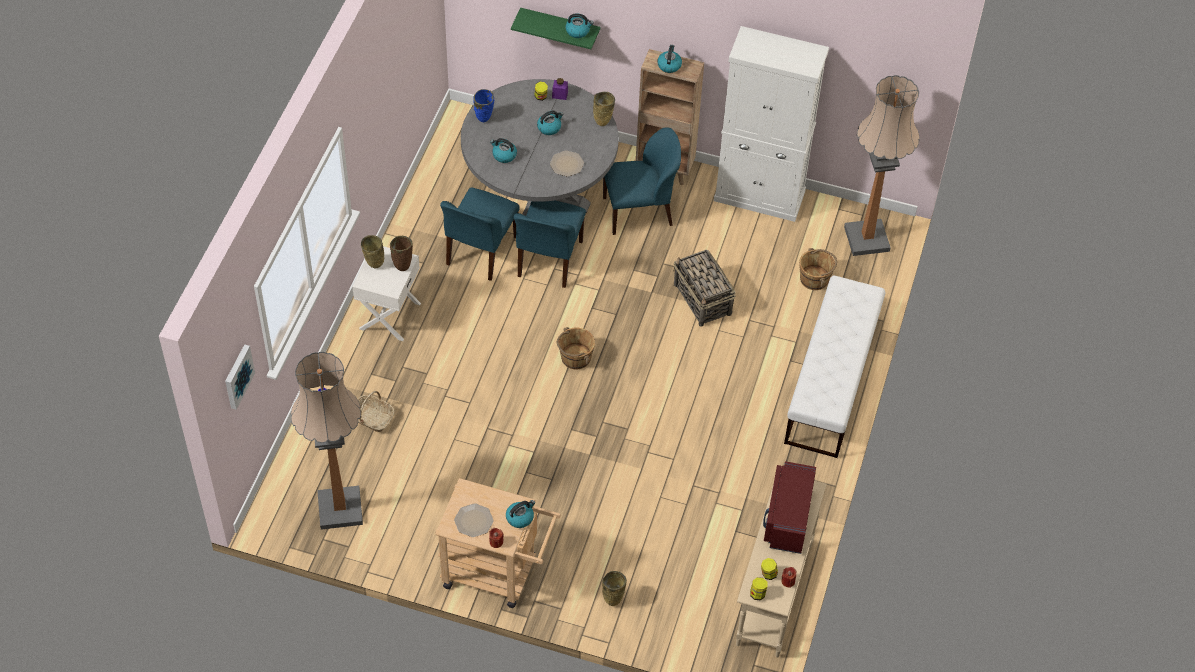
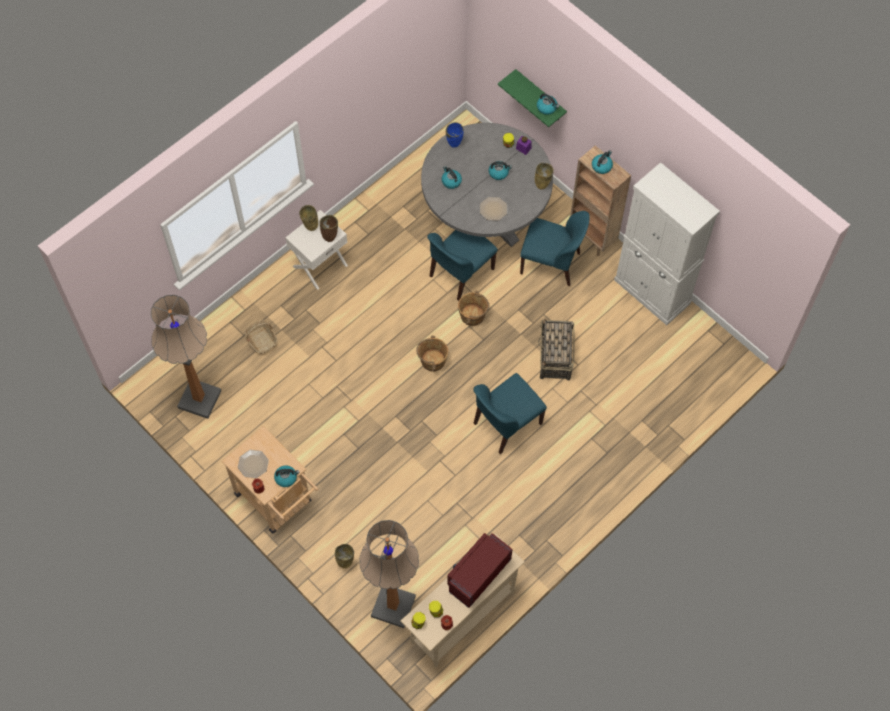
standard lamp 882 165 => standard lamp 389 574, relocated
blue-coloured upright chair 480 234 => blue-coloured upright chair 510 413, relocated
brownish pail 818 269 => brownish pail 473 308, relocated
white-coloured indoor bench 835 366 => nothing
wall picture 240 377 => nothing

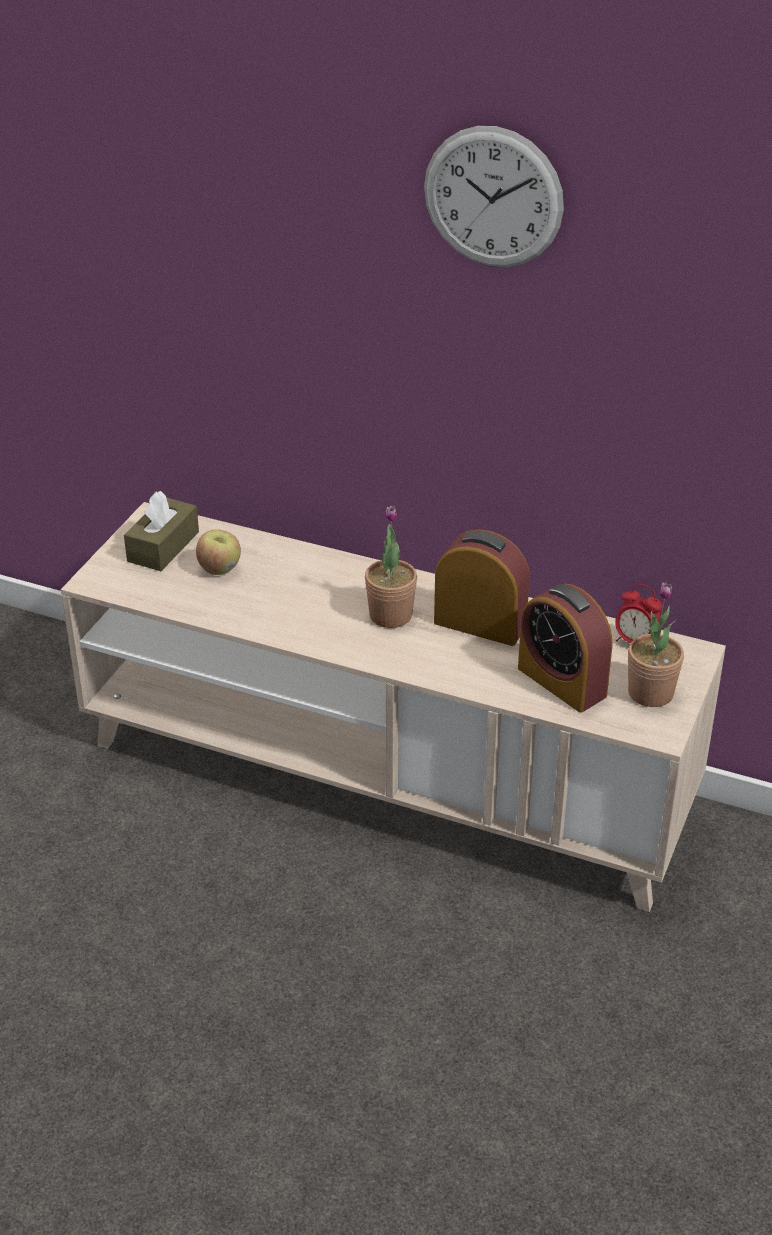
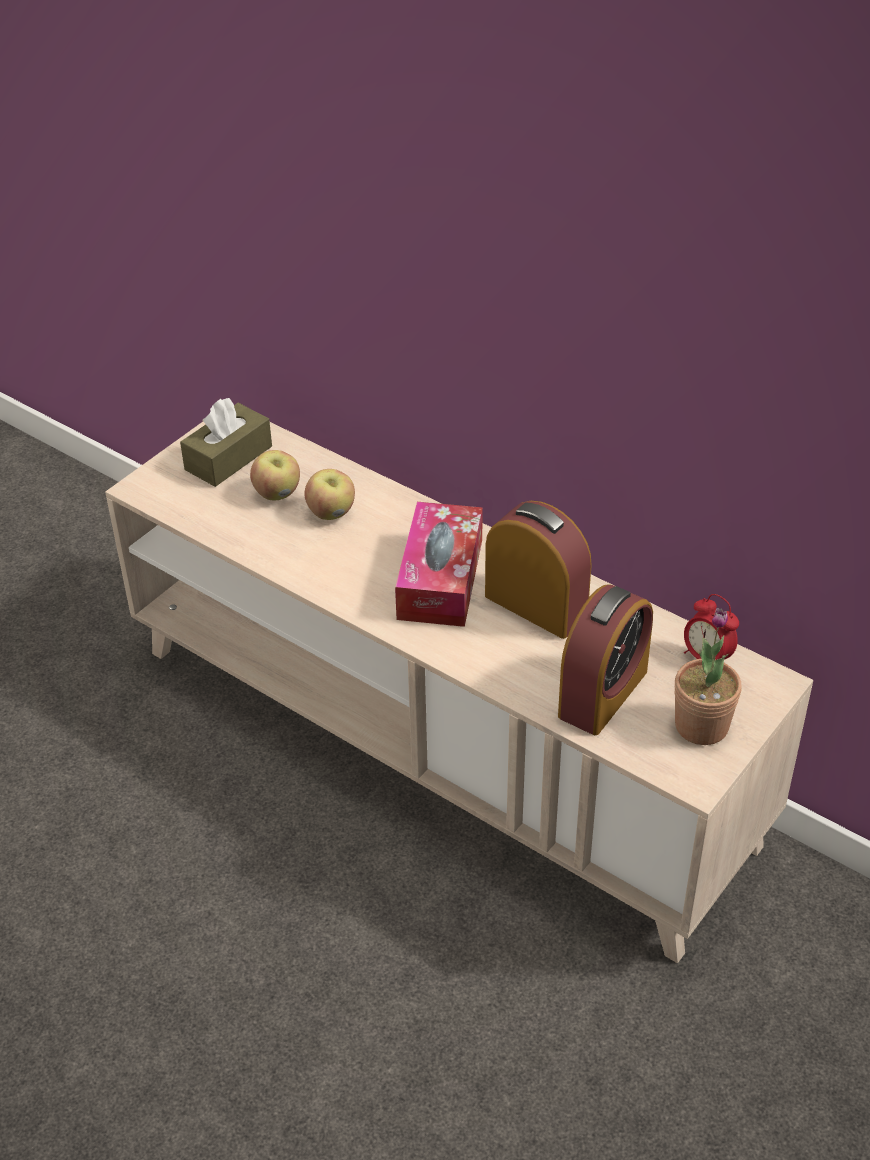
hanging clock 494 196 => nothing
plant in a pot 391 567 => box of tissues 439 564
alarm clock 565 648 => alarm clock 605 660, 120 degrees counterclockwise
nothing => apple fruit 329 494

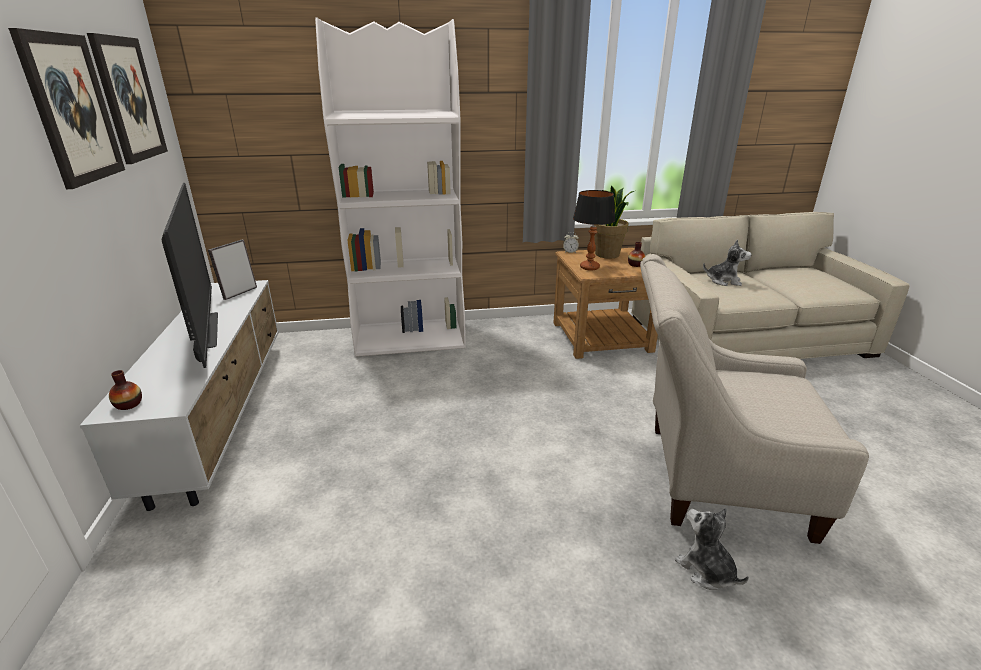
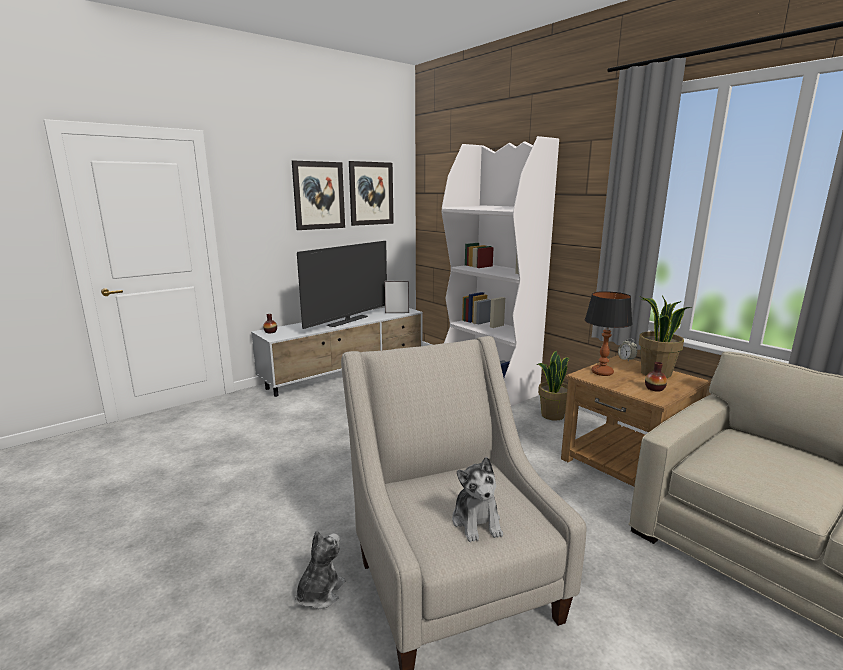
soft toy 727 262 => soft toy 477 499, relocated
nothing => plant in a pot 552 386

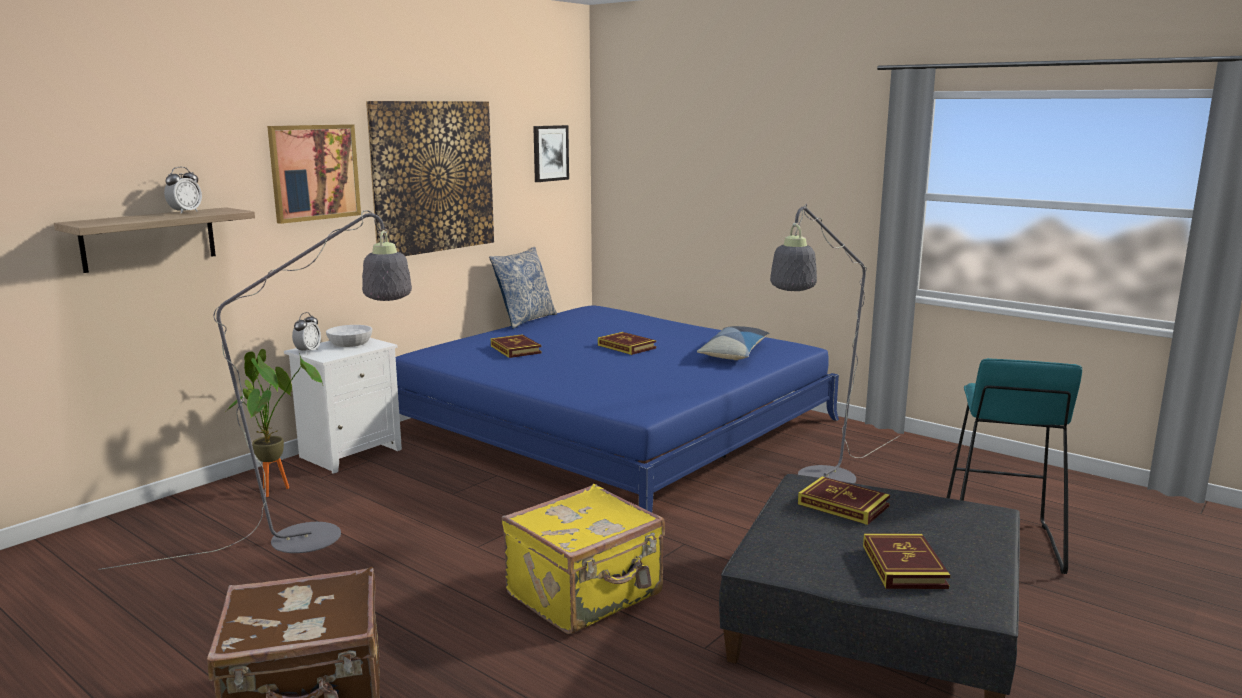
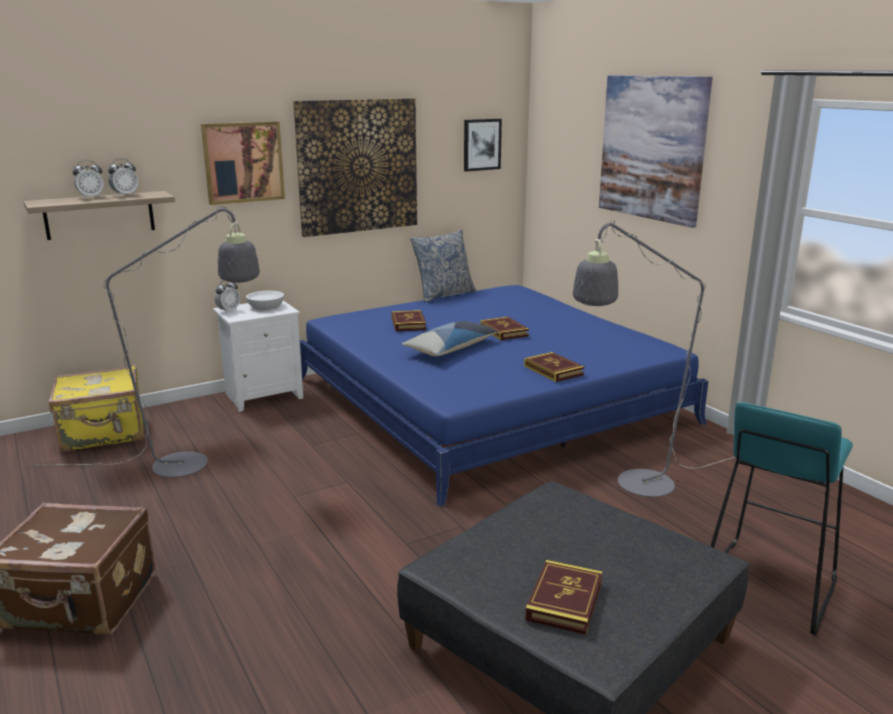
throw pillow 733 343 => throw pillow 450 338, relocated
plant in a pot 274 423 => nothing
bound book 844 500 => bound book 554 367, relocated
yellow-coloured piece of luggage 583 559 => yellow-coloured piece of luggage 96 409, relocated
nothing => wall picture 656 151
nothing => alarm clock 88 179

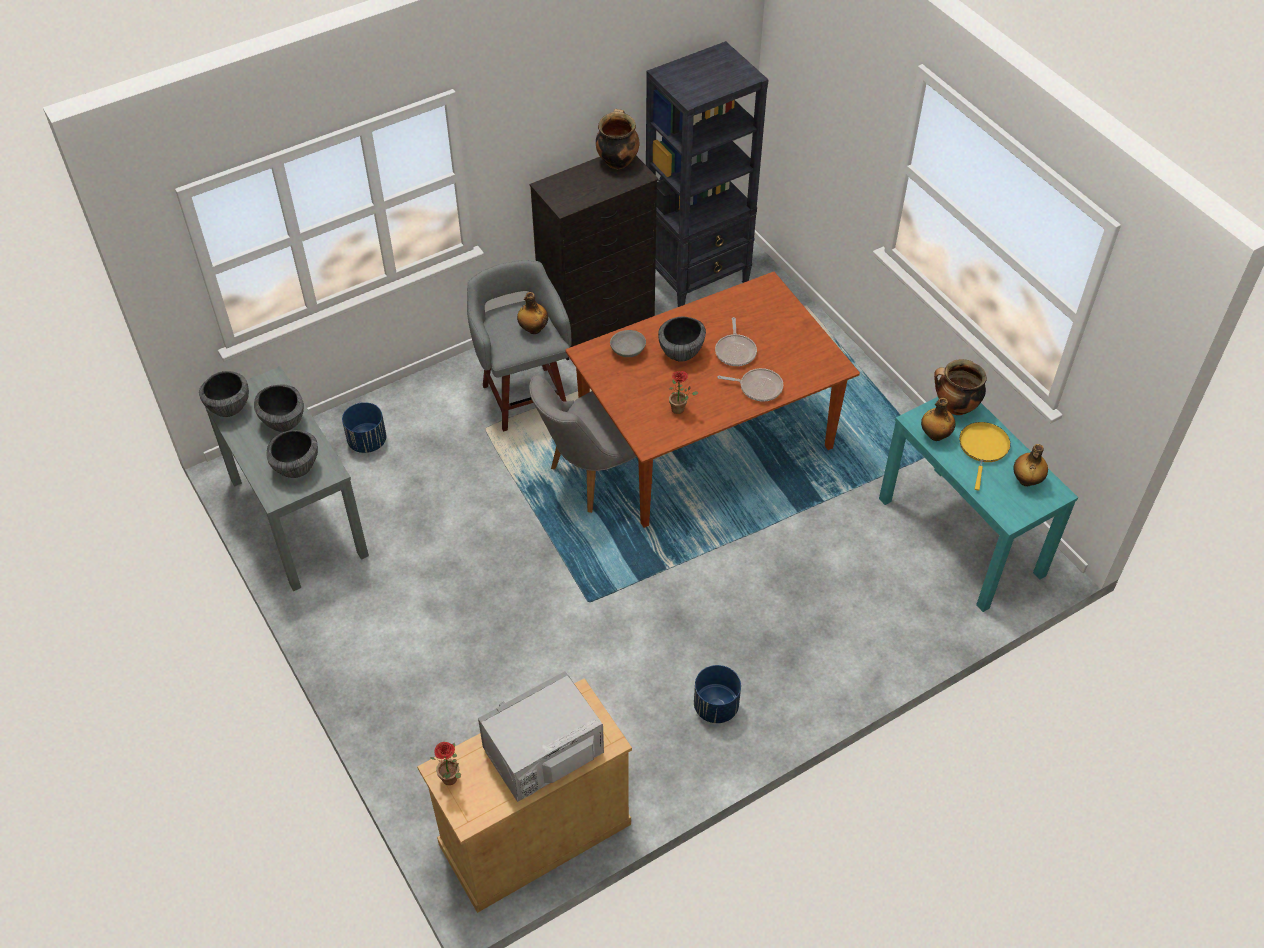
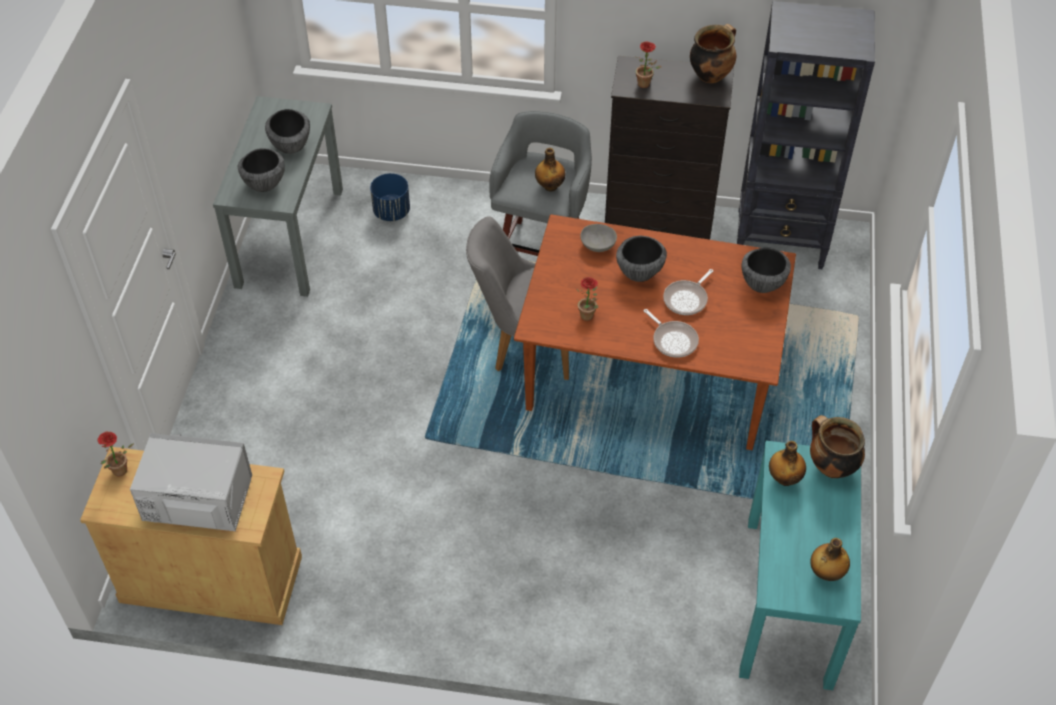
serving bowl 224 394 => serving bowl 766 270, relocated
yellow-coloured pan 985 456 => nothing
blue-coloured plant pot 717 694 => nothing
nothing => plant in a pot 648 65

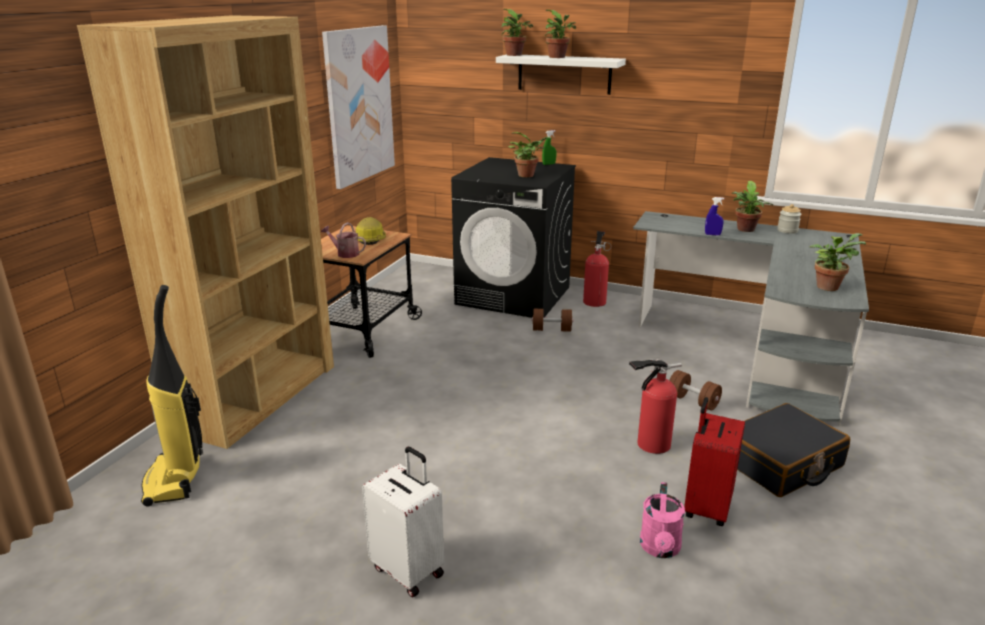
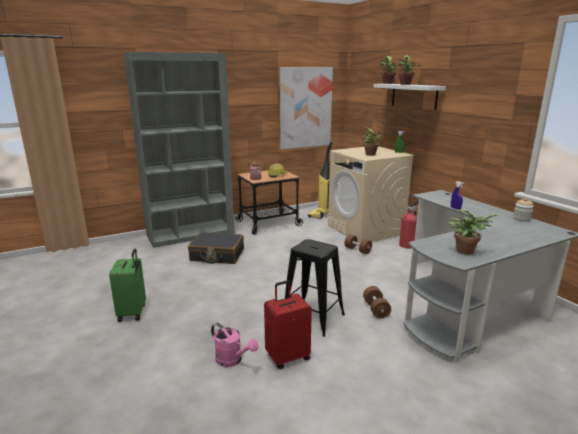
brownish bookcase 205 232 => grey bookcase 179 150
blackish washing machine 513 237 => beige-coloured washing machine 371 195
plant in a pot 752 206 => nothing
vacuum 172 396 => vacuum 320 180, relocated
fire-fighting cylinder 655 406 => blackish stool seat 315 288
blackish piece of luggage 793 450 => blackish piece of luggage 216 248, relocated
white-coloured piece of luggage 403 522 => green-coloured piece of luggage 127 285
pink sprinkling can 662 520 => pink sprinkling can 234 345, 105 degrees counterclockwise

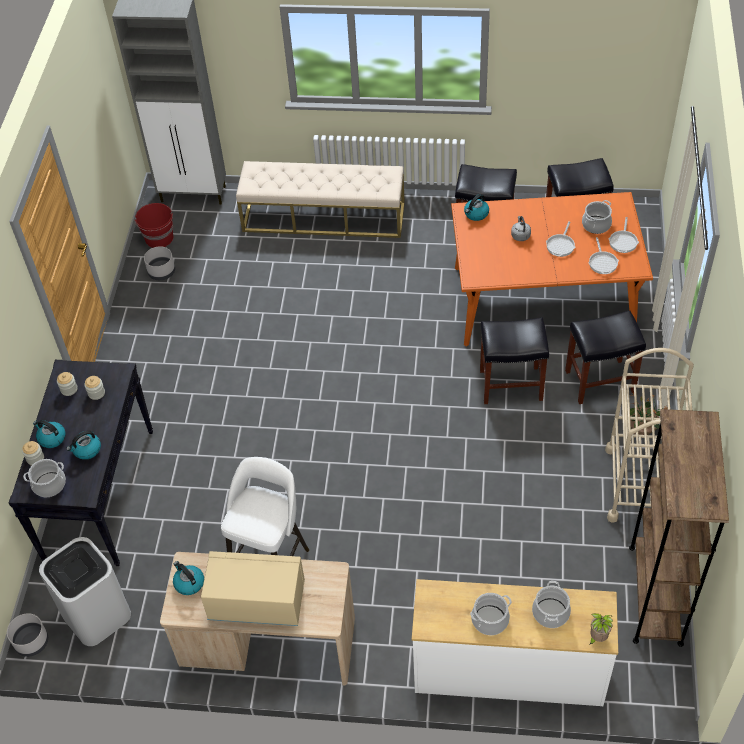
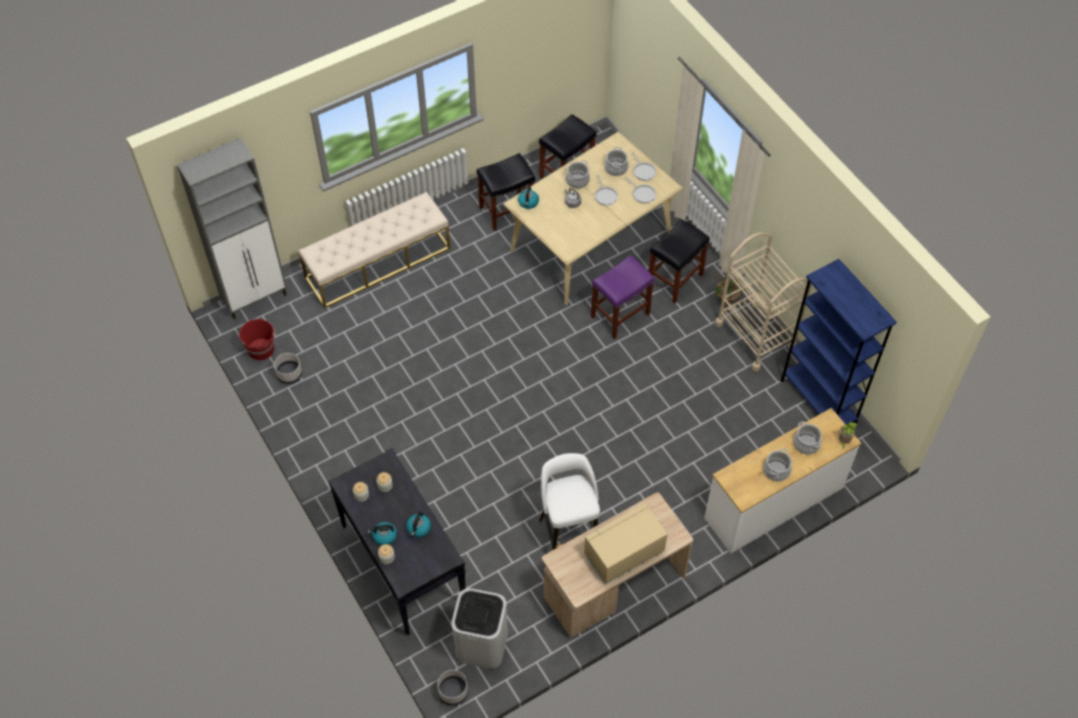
orangey kitchen table 552 269 => beige-coloured kitchen table 593 218
blackish stool seat 514 361 => purplish stool seat 623 297
brownish bookcase 679 528 => blue-coloured bookcase 838 342
saucepot 44 478 => saucepot 578 174, relocated
tea kettle 188 578 => nothing

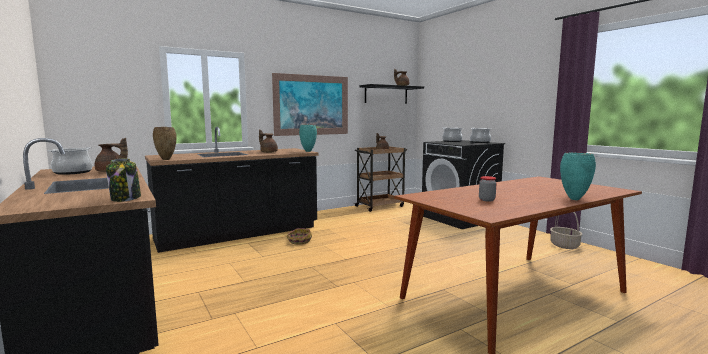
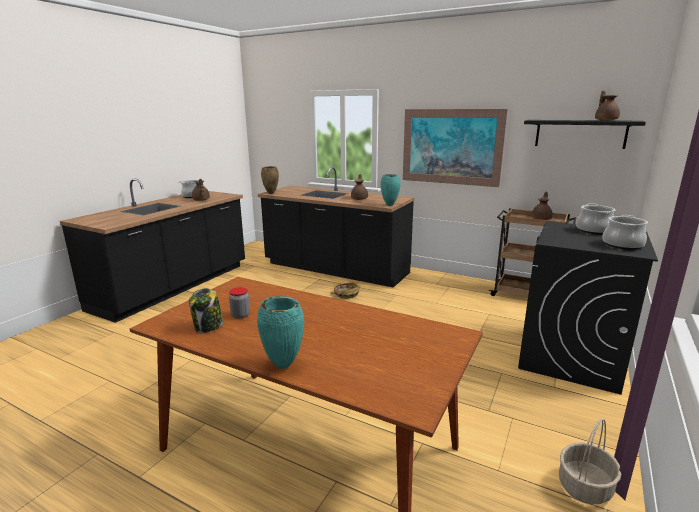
storage jar 123 180 => storage jar 206 310, relocated

